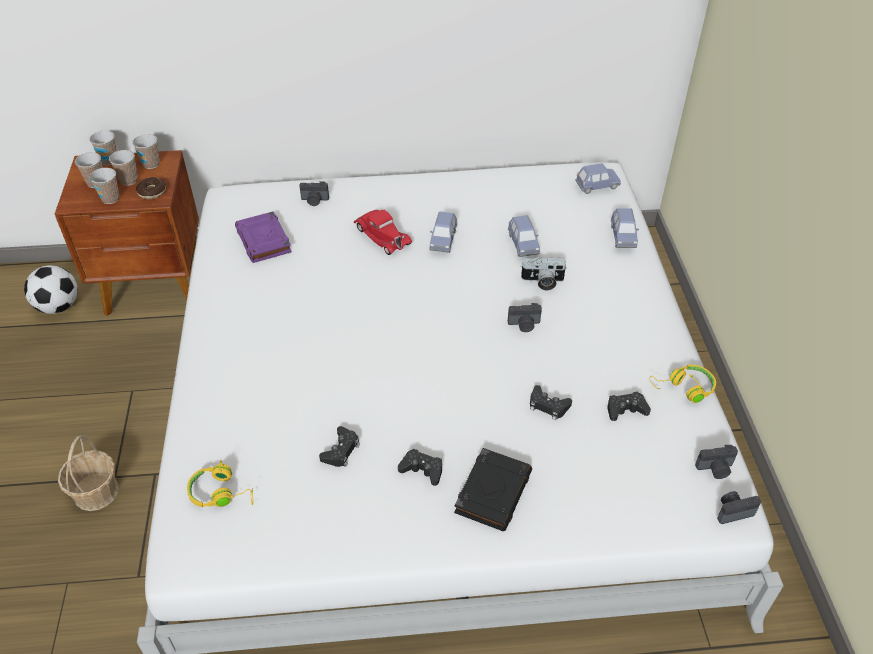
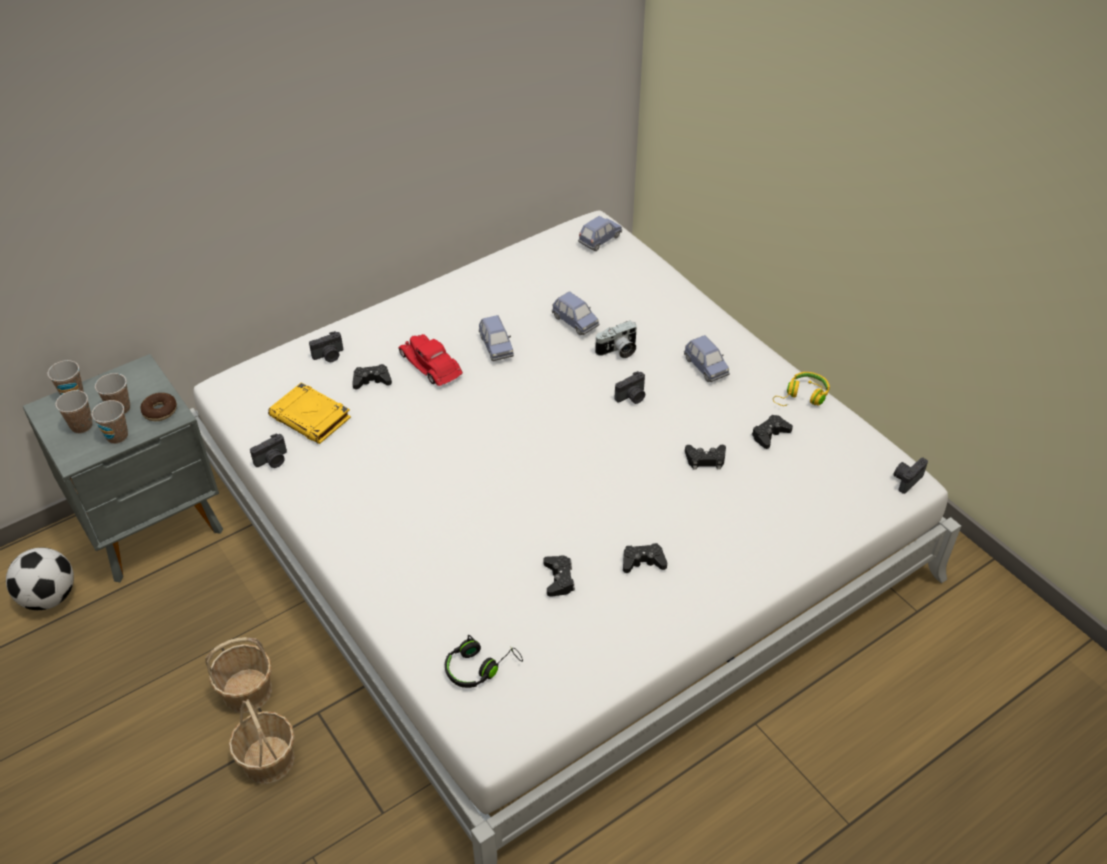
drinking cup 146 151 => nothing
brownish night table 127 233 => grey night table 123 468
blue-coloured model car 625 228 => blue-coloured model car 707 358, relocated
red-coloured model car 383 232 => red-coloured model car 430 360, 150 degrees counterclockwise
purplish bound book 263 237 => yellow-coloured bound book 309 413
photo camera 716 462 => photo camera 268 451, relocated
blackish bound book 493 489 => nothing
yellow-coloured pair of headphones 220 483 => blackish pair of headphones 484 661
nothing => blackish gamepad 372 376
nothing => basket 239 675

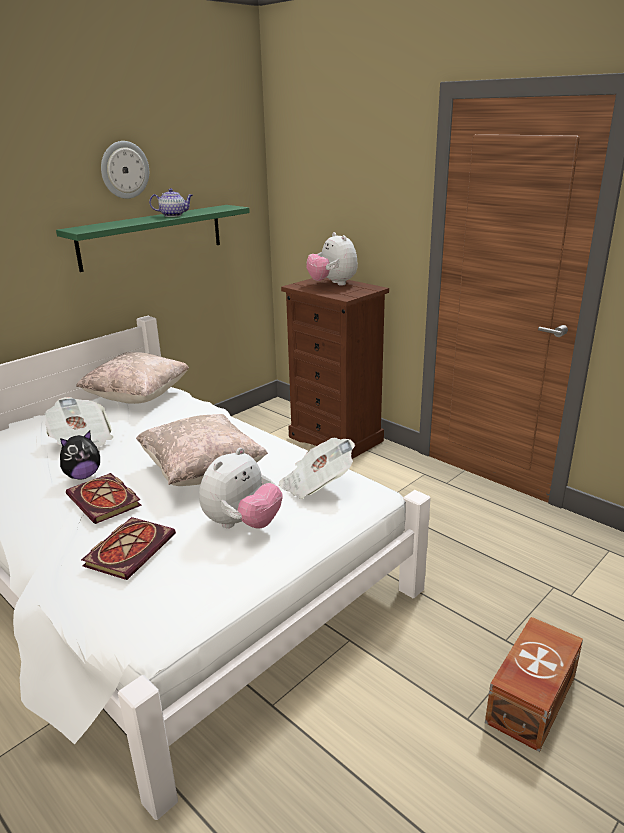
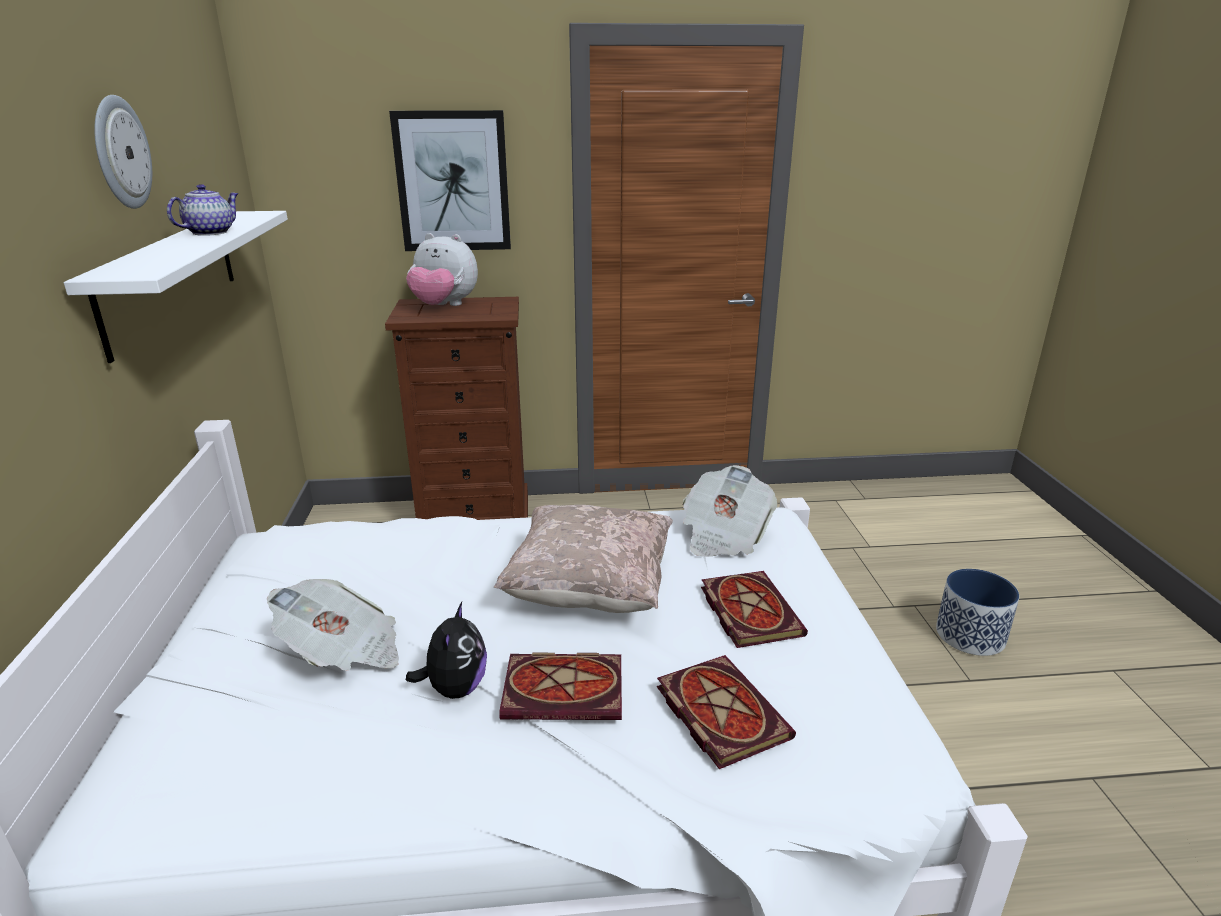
green-coloured bracket shelf 153 238 => white-coloured bracket shelf 176 287
beige-coloured throw pillow 132 378 => nothing
soft toy 241 488 => bound book 754 609
brownish storage bin 534 684 => plant pot 977 612
nothing => wall picture 450 180

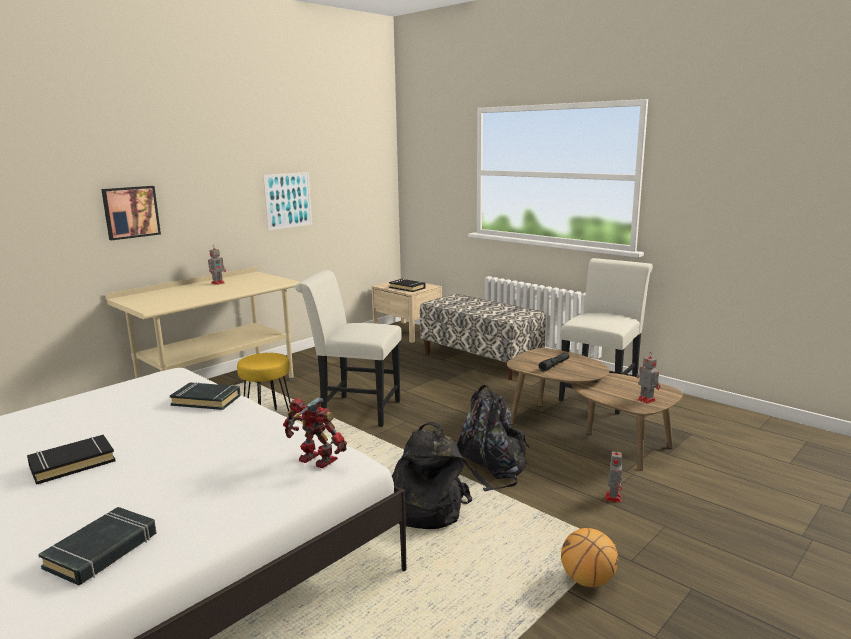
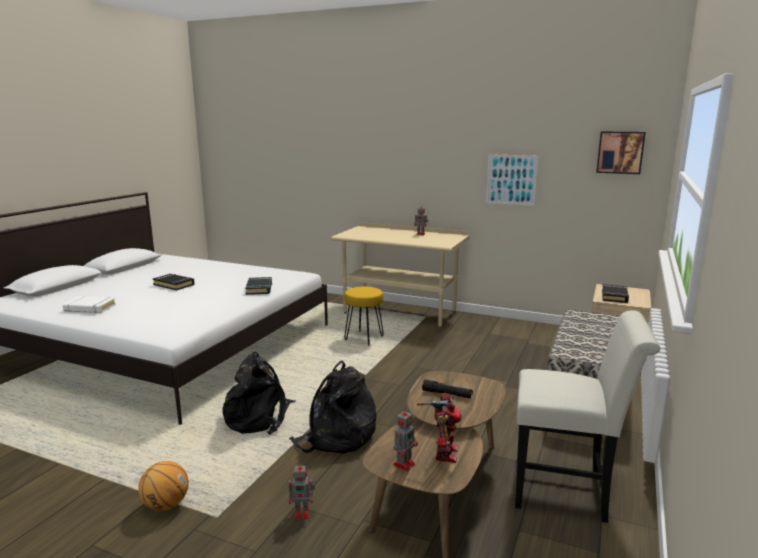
wall picture 131 213 => wall picture 621 152, relocated
white-coloured upright chair 348 348 => nothing
toy robot 315 432 => toy robot 439 428, relocated
blackish bound book 97 546 => white-coloured bound book 89 304

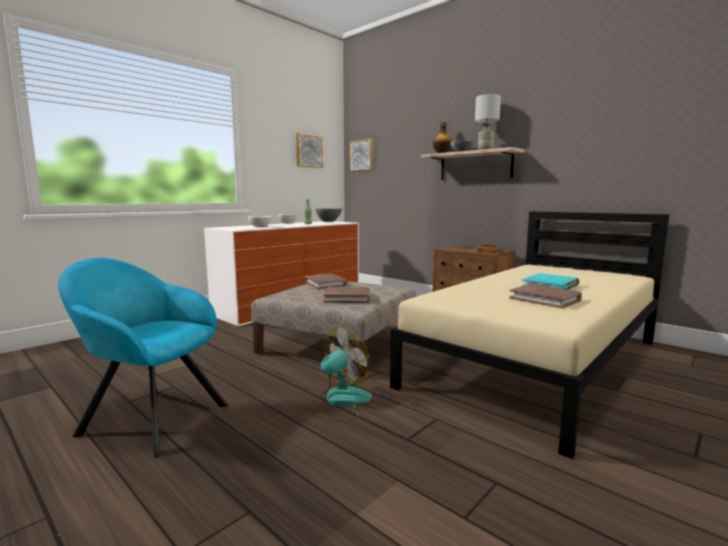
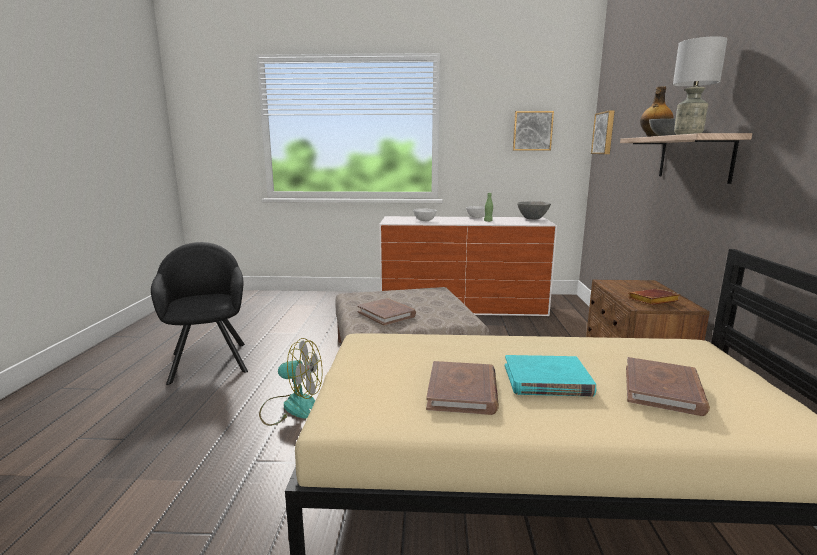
turquoise lounge chair 143 357 => blackish lounge chair 199 313
brownish bound book 326 281 => brownish bound book 668 386, relocated

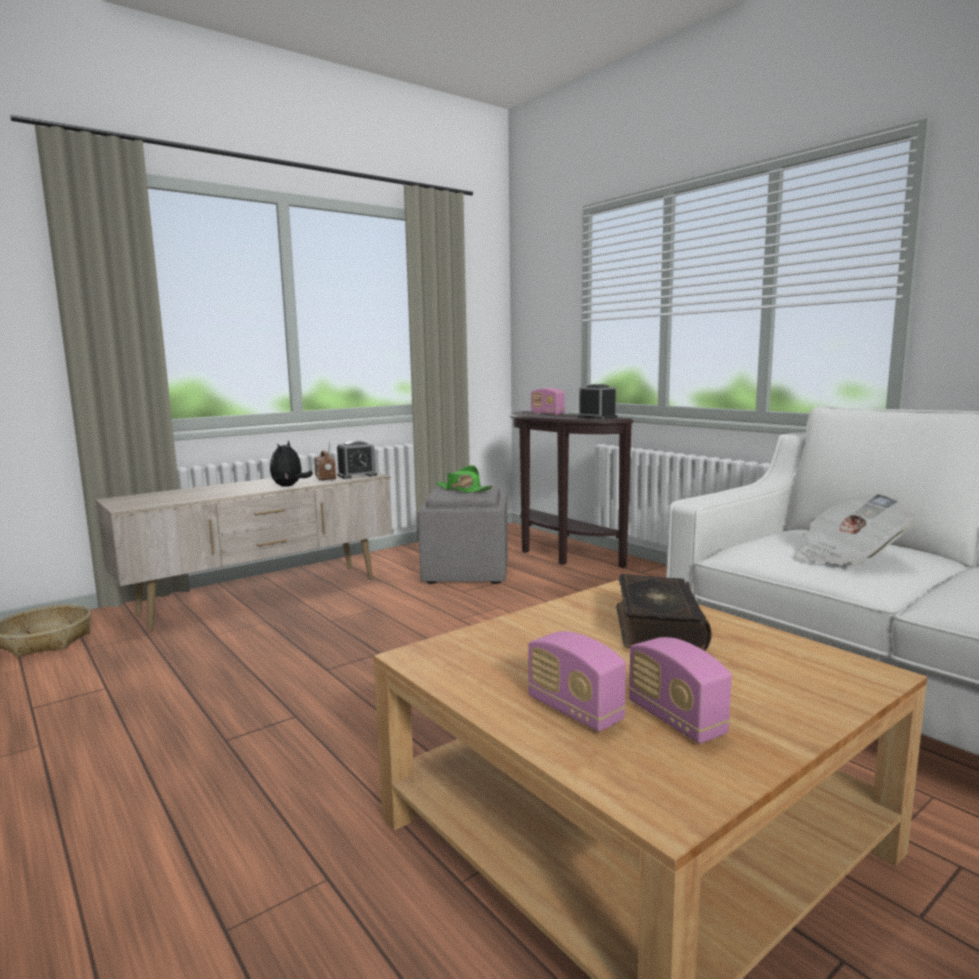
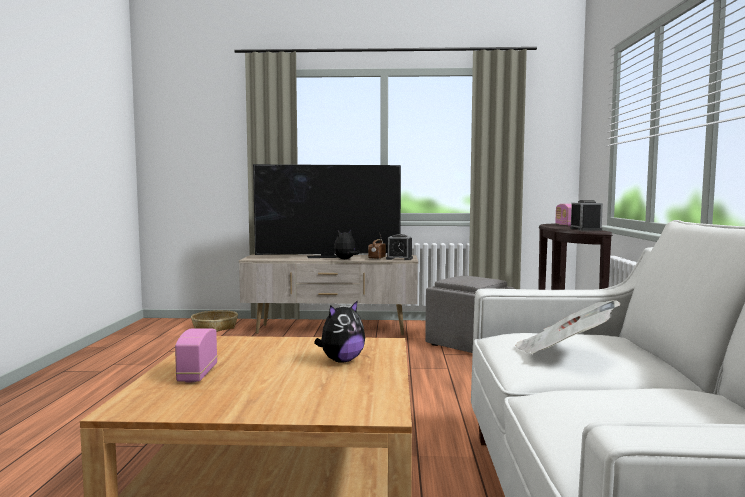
green-coloured wearable hat 464 479 => nothing
bound book 663 612 => soft toy 339 331
radio receiver 680 690 => nothing
nothing => TV 327 211

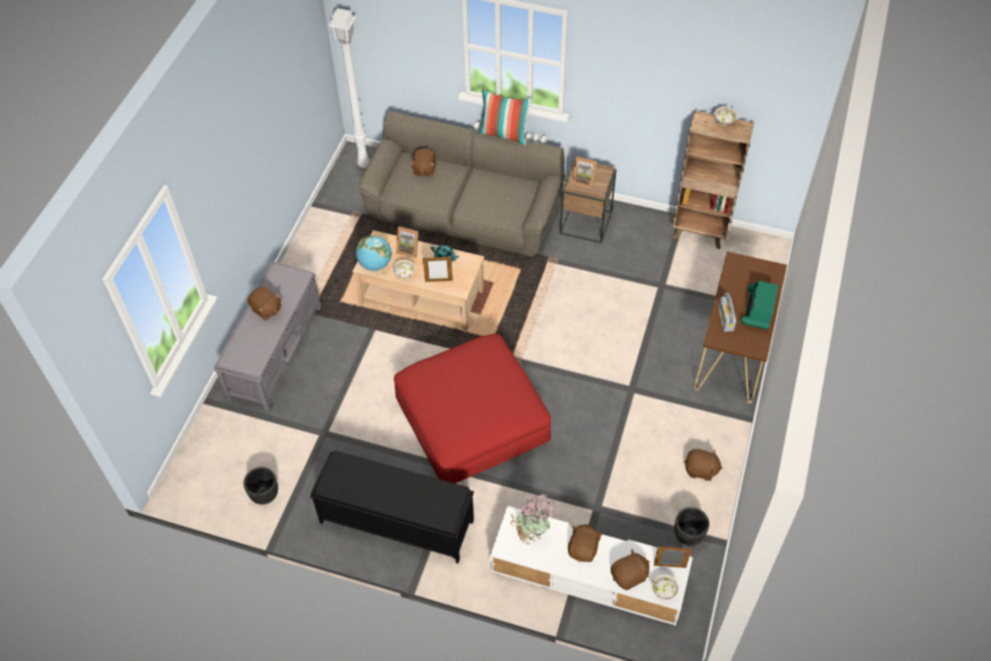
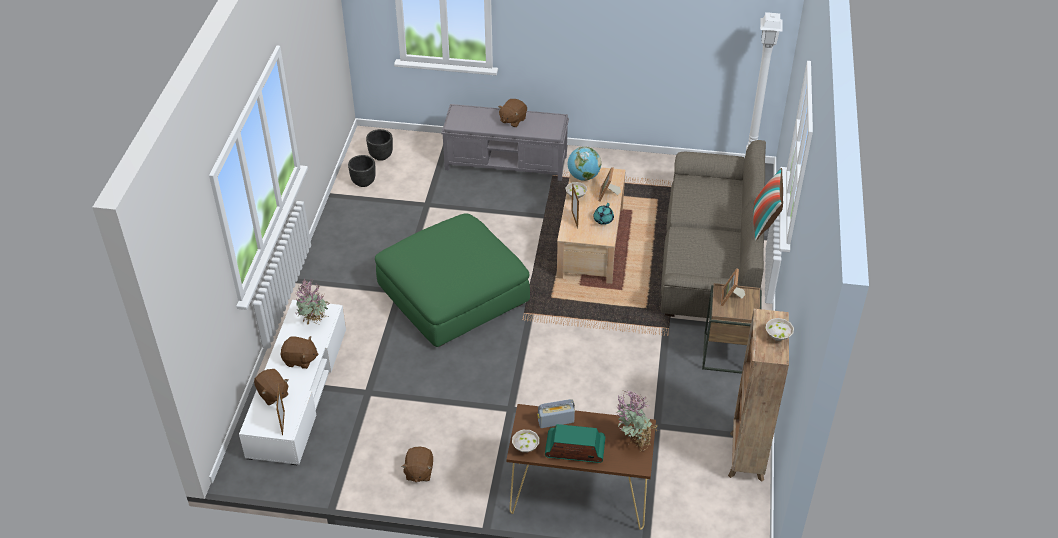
brownish soft toy 423 162 => nothing
red-coloured ottoman 472 408 => green-coloured ottoman 452 280
blackish indoor bench 392 507 => nothing
blackish plant pot 691 526 => blackish plant pot 379 145, relocated
white-coloured serving bowl 665 587 => white-coloured serving bowl 525 441, relocated
nothing => plant in a pot 635 421

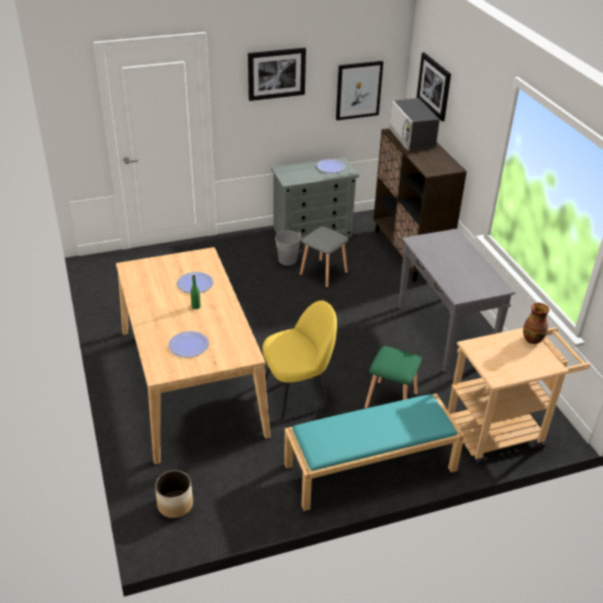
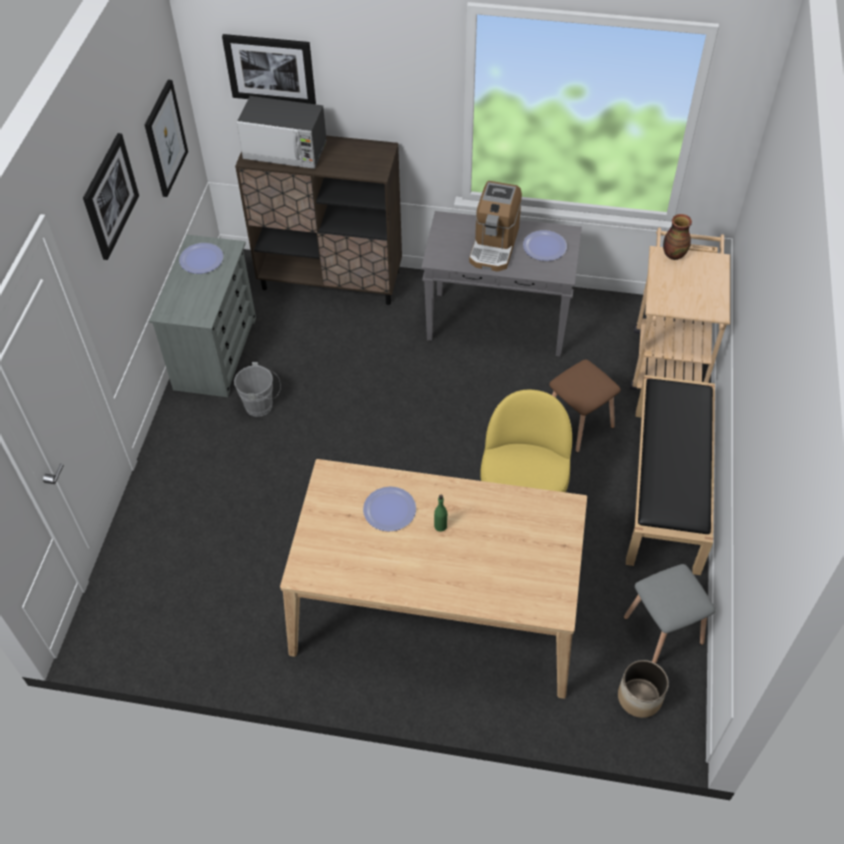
grey stool seat 324 257 => grey stool seat 669 613, relocated
dinner plate 189 344 => dinner plate 545 245, relocated
green-coloured stool seat 393 377 => brownish stool seat 585 406
turquoise indoor bench 374 452 => blackish indoor bench 670 475
nothing => coffee brewer 495 226

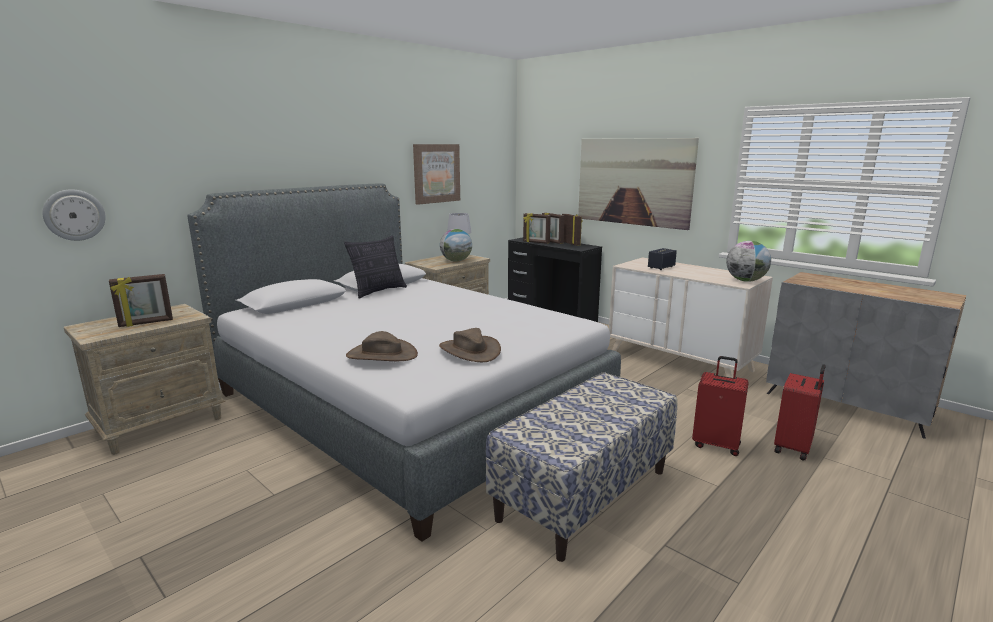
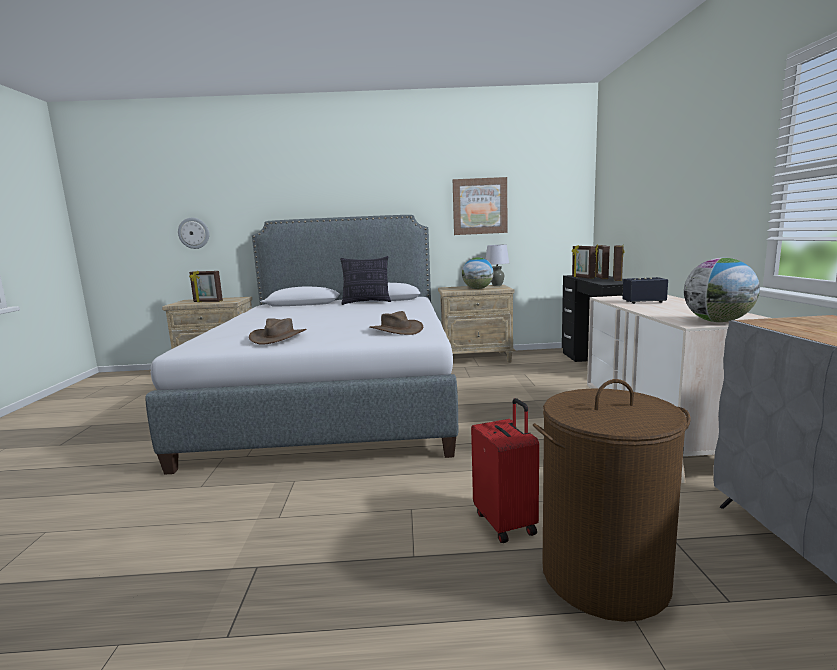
wall picture 638 184 => nothing
brownish wearable hat 382 346 => brownish wearable hat 396 323, relocated
red-coloured piece of luggage 800 412 => brownish laundry basket 612 500
indoor bench 581 467 => nothing

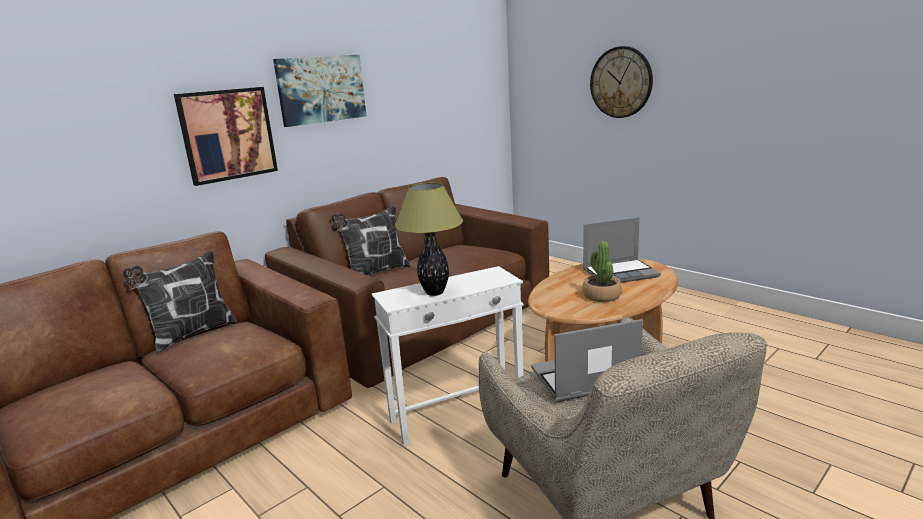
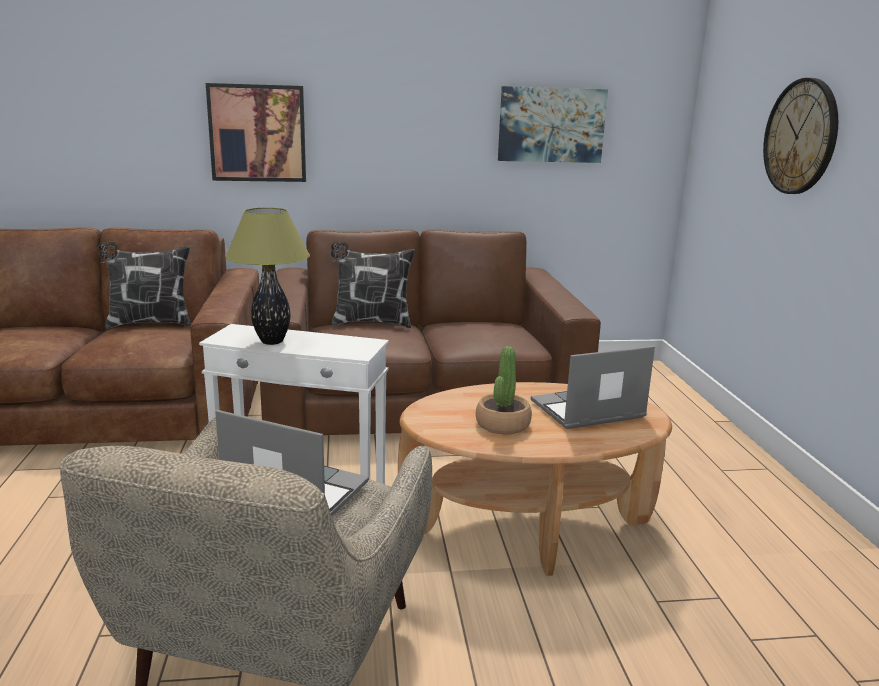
wall picture 320 91 => wall picture 553 124, relocated
notebook computer 622 250 => notebook computer 593 387, 135 degrees clockwise

